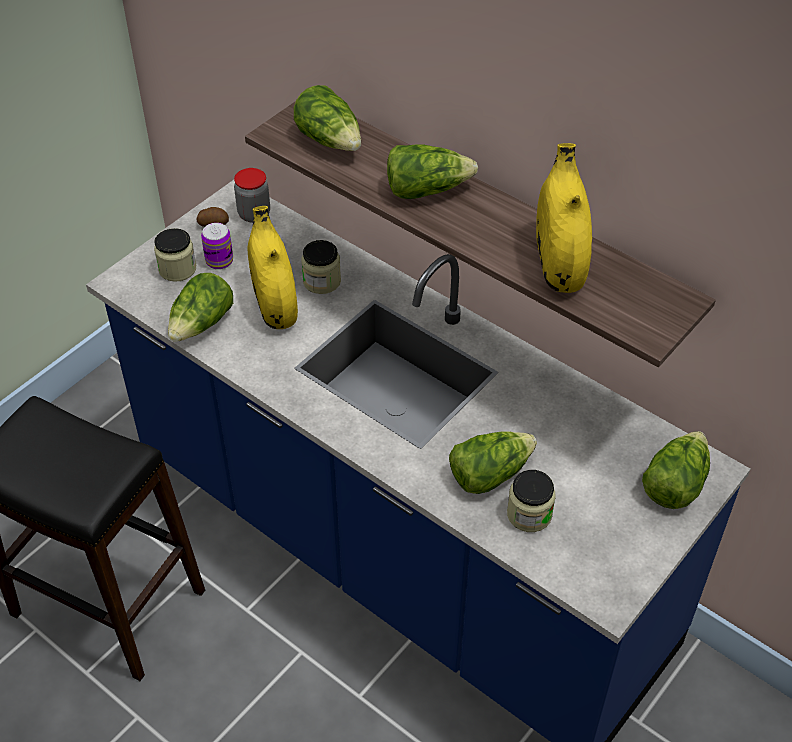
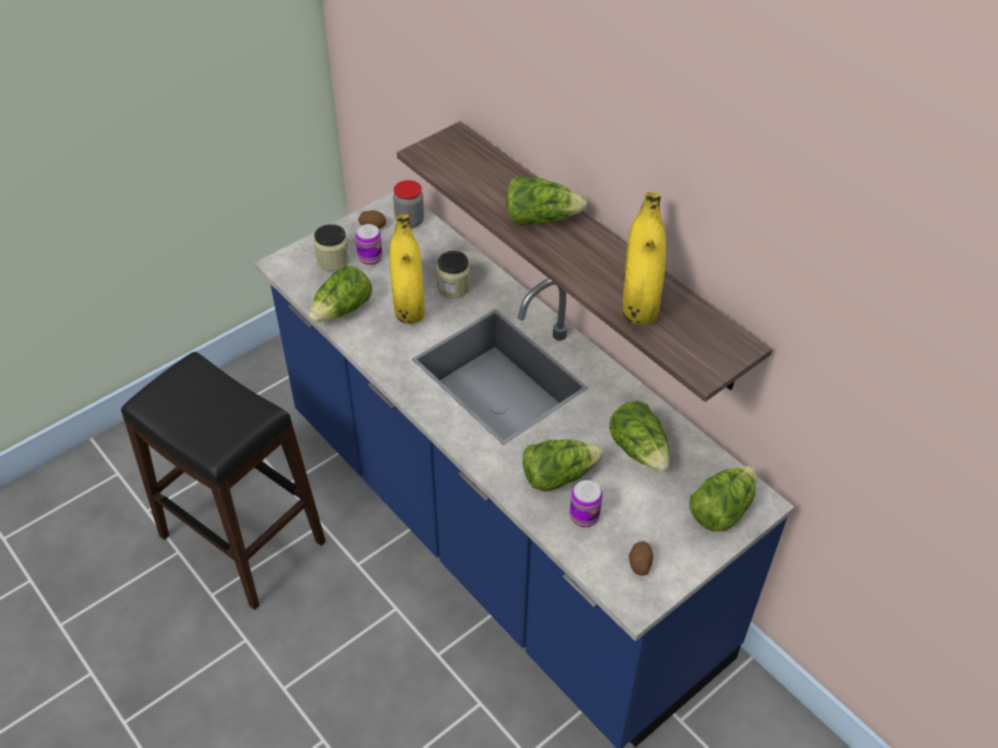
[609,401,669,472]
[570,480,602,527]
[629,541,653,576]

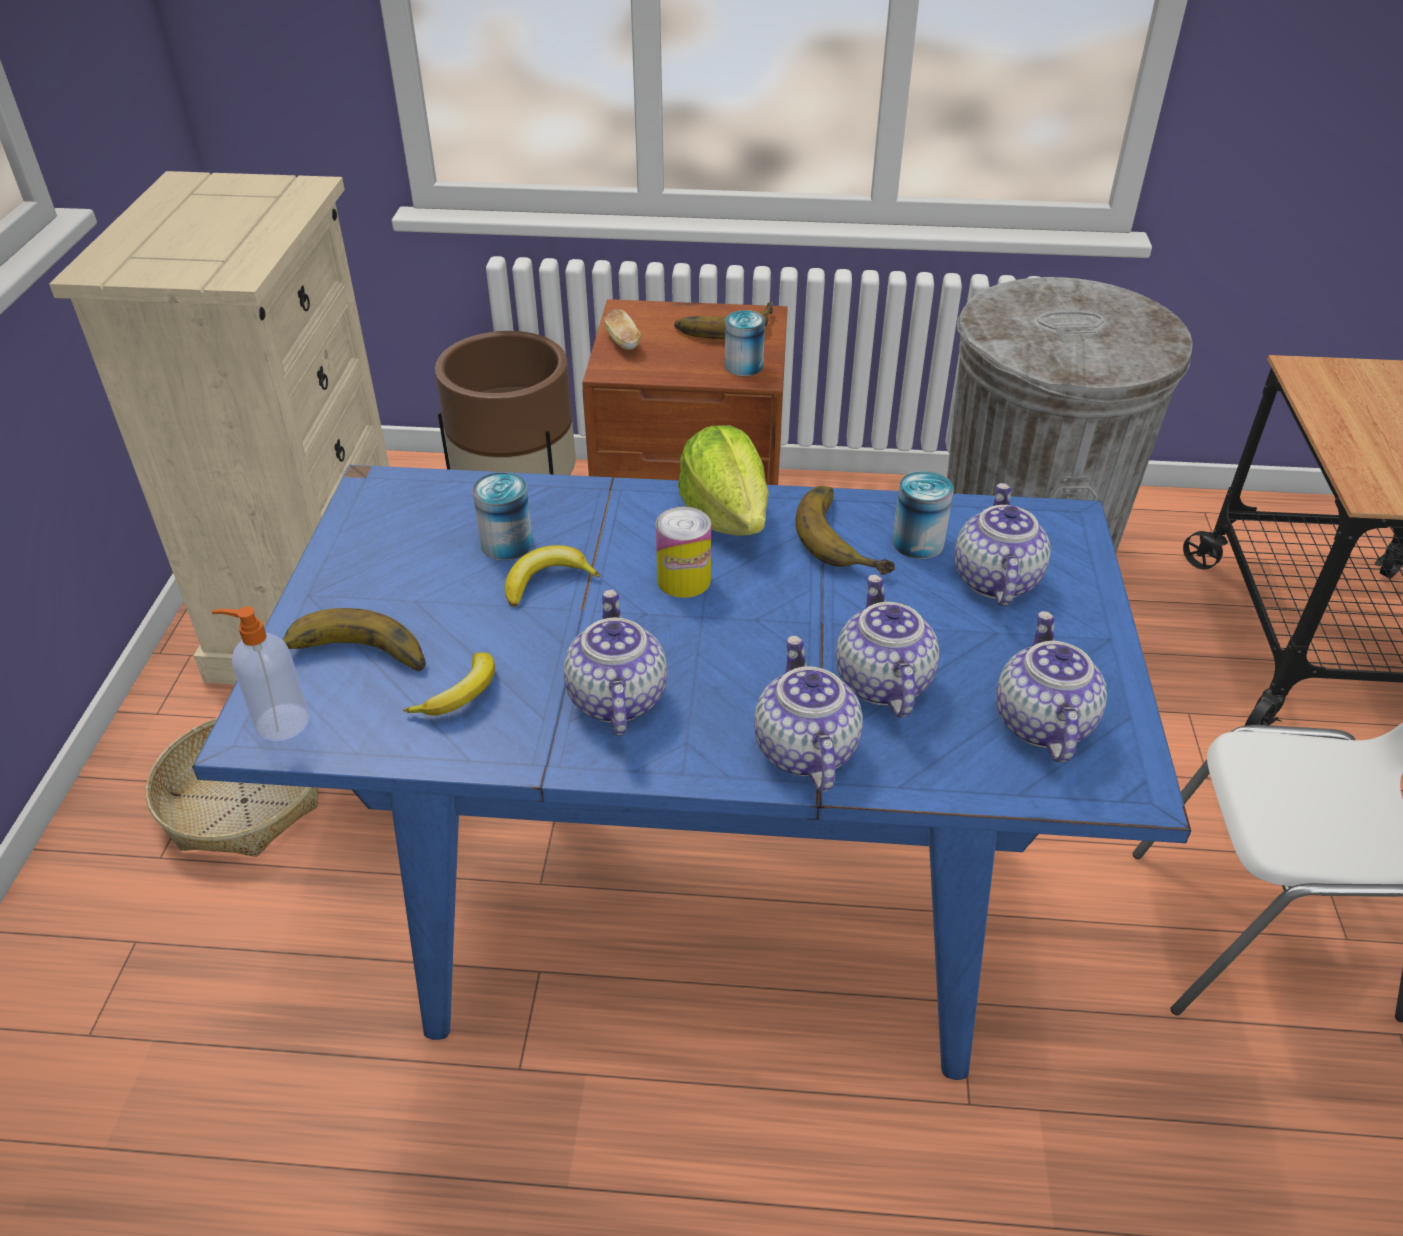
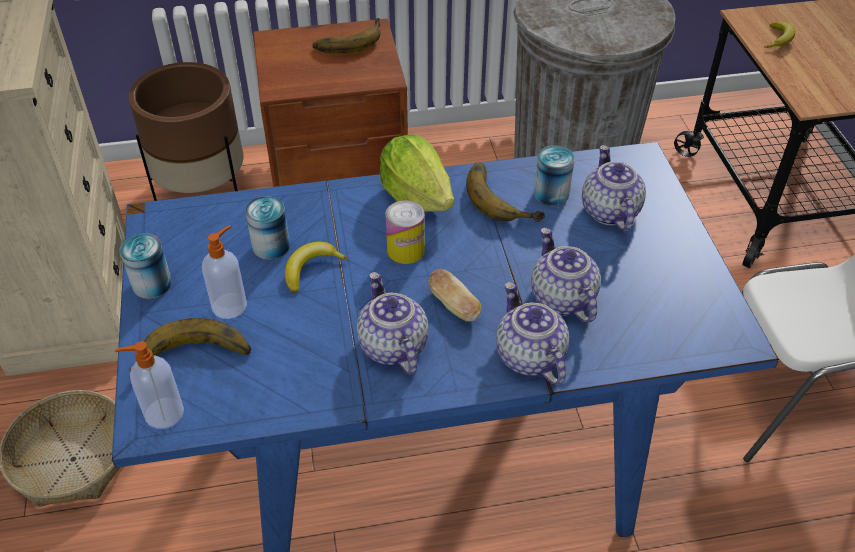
[428,269,481,322]
[120,233,172,299]
[996,611,1107,763] (first image)
[764,21,795,48]
[202,225,247,319]

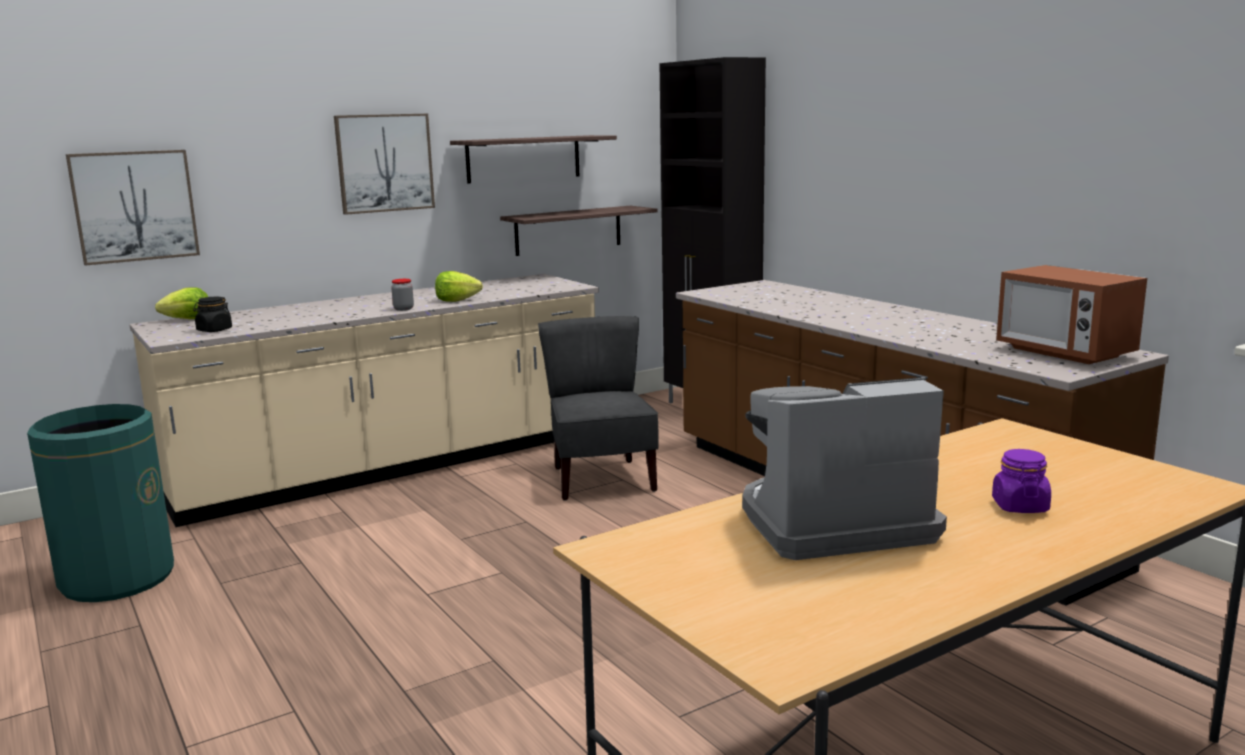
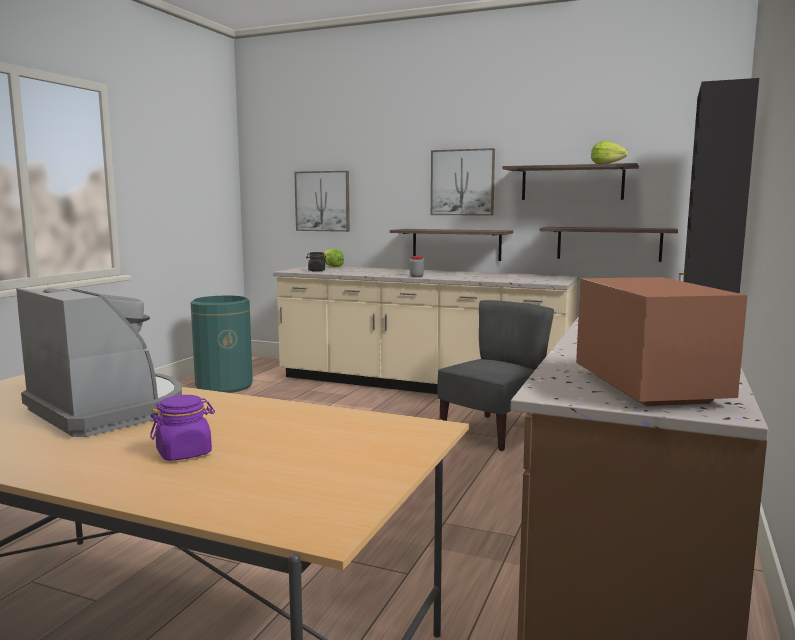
[576,277,748,406]
[591,141,628,164]
[390,229,513,261]

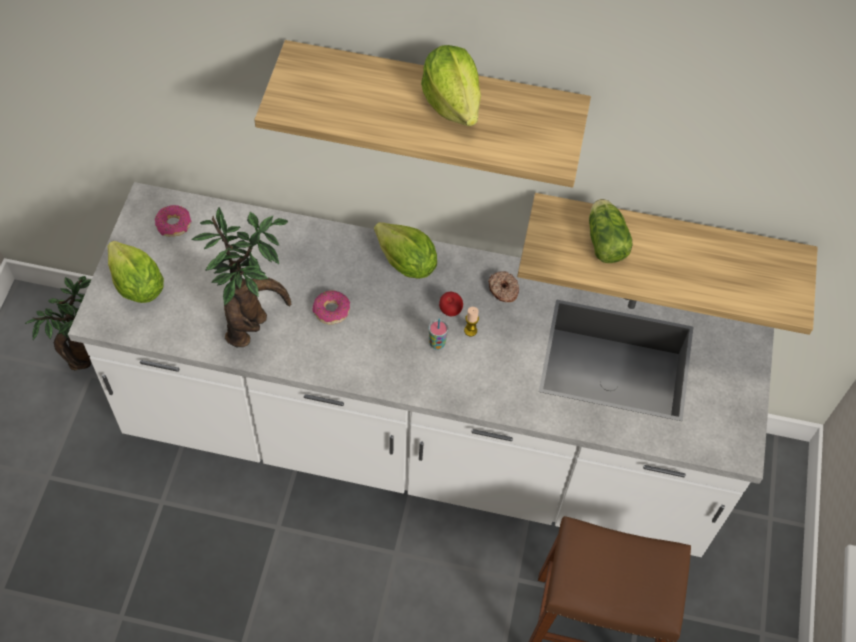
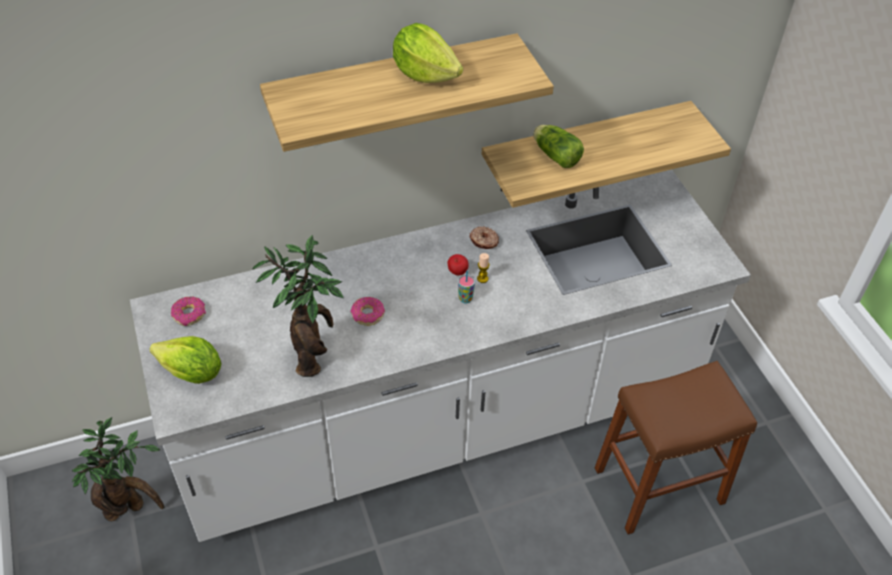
[374,222,437,279] (first image)

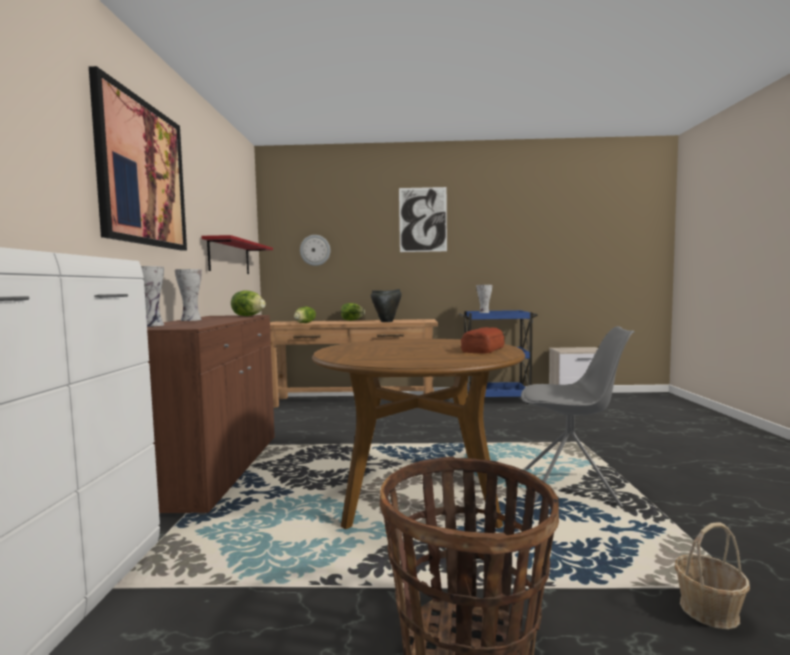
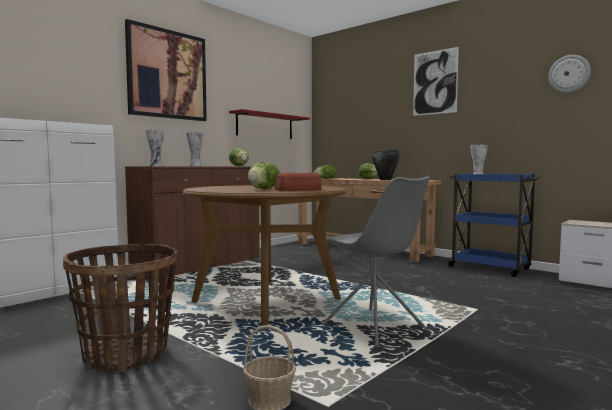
[548,55,591,93]
[248,162,280,189]

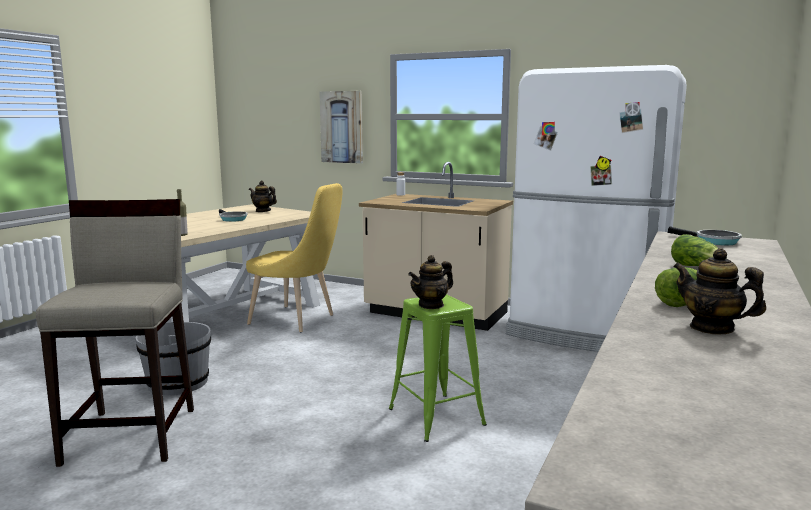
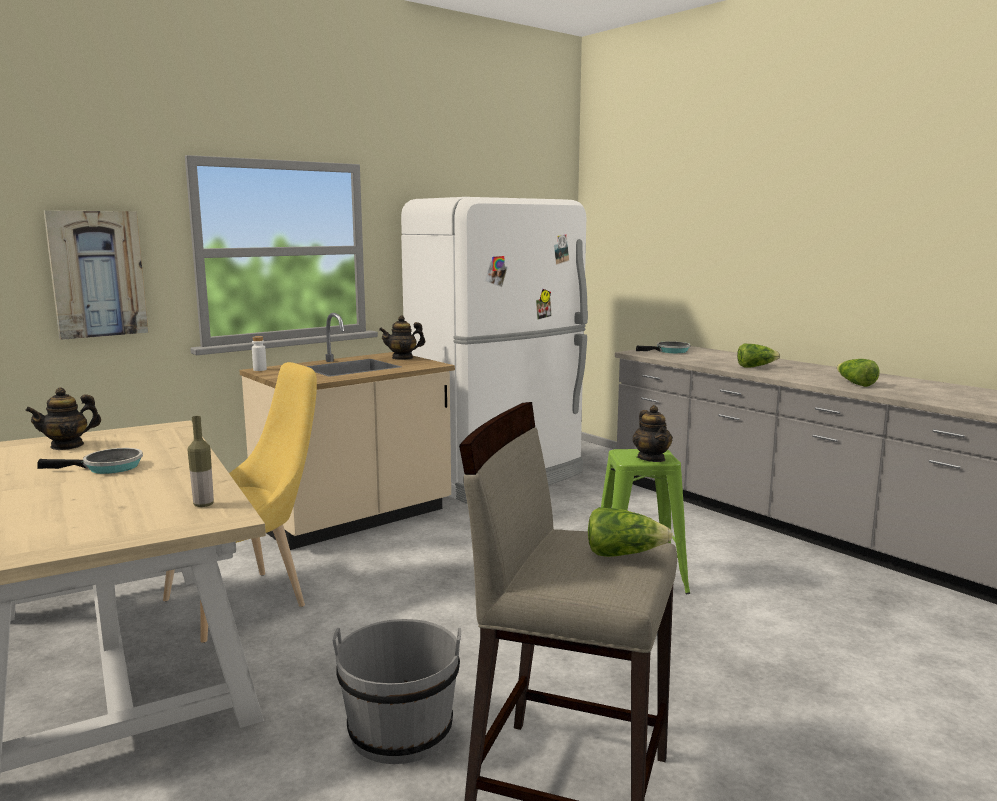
[379,316,425,360]
[588,507,673,557]

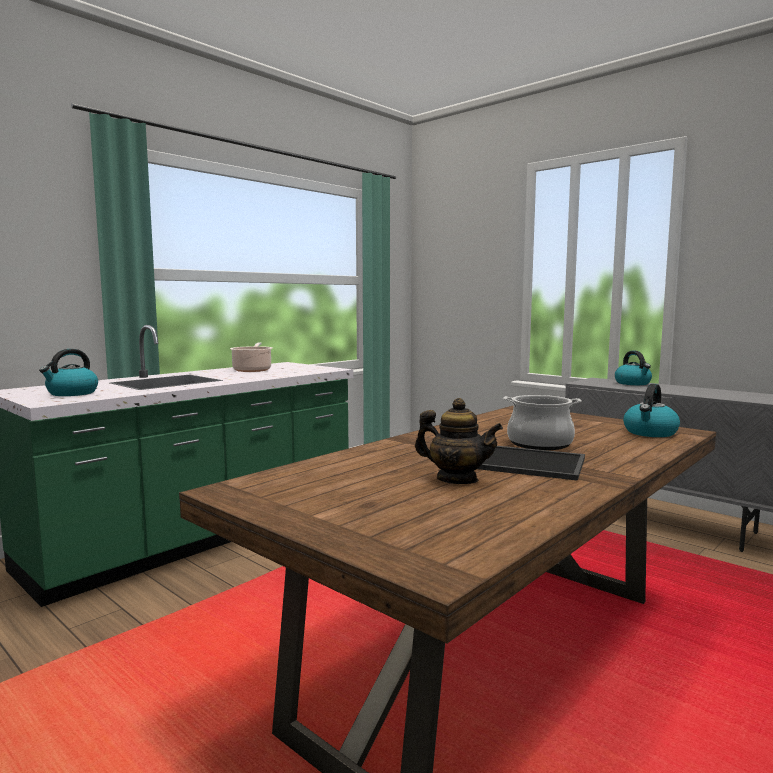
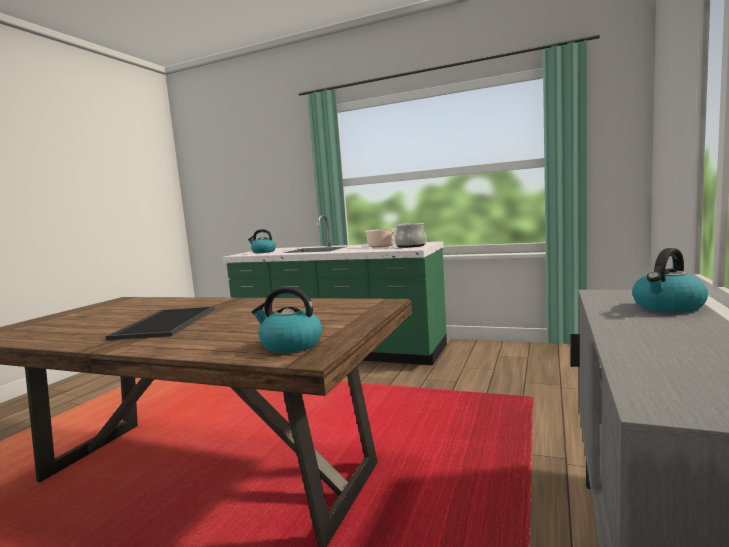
[395,223,427,248]
[415,398,503,484] (first image)

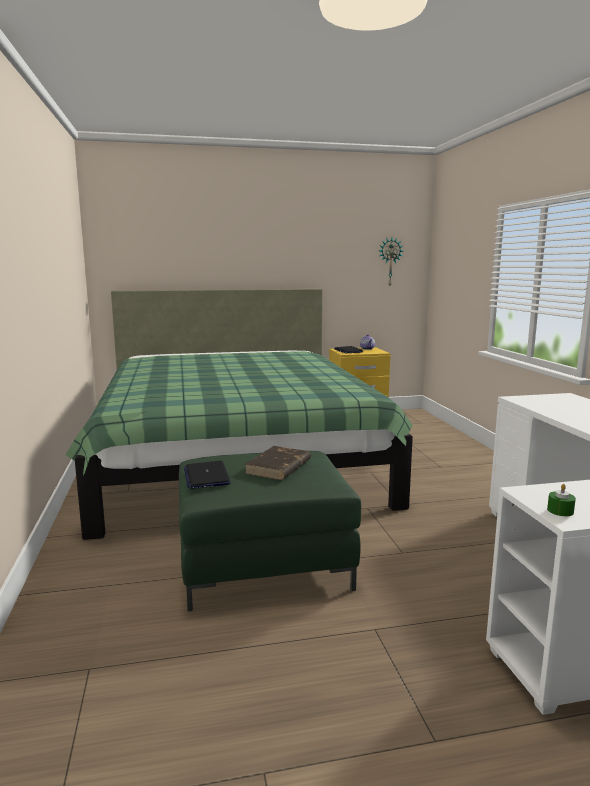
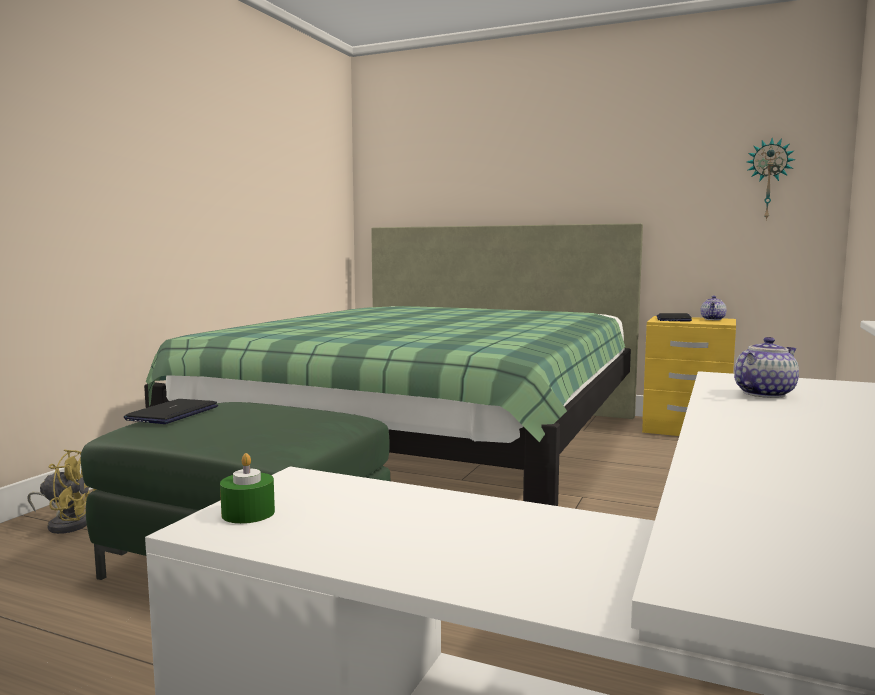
[244,446,311,480] (first image)
[734,337,799,398]
[27,449,97,534]

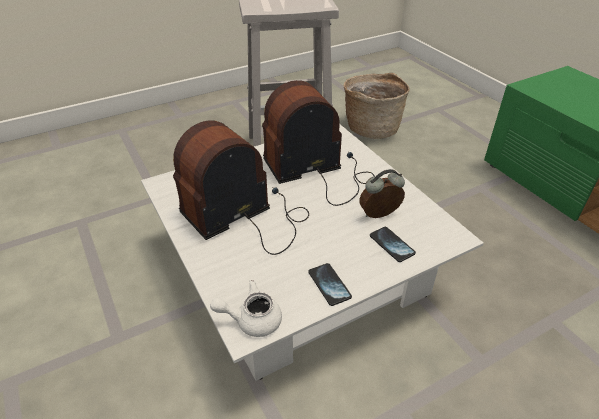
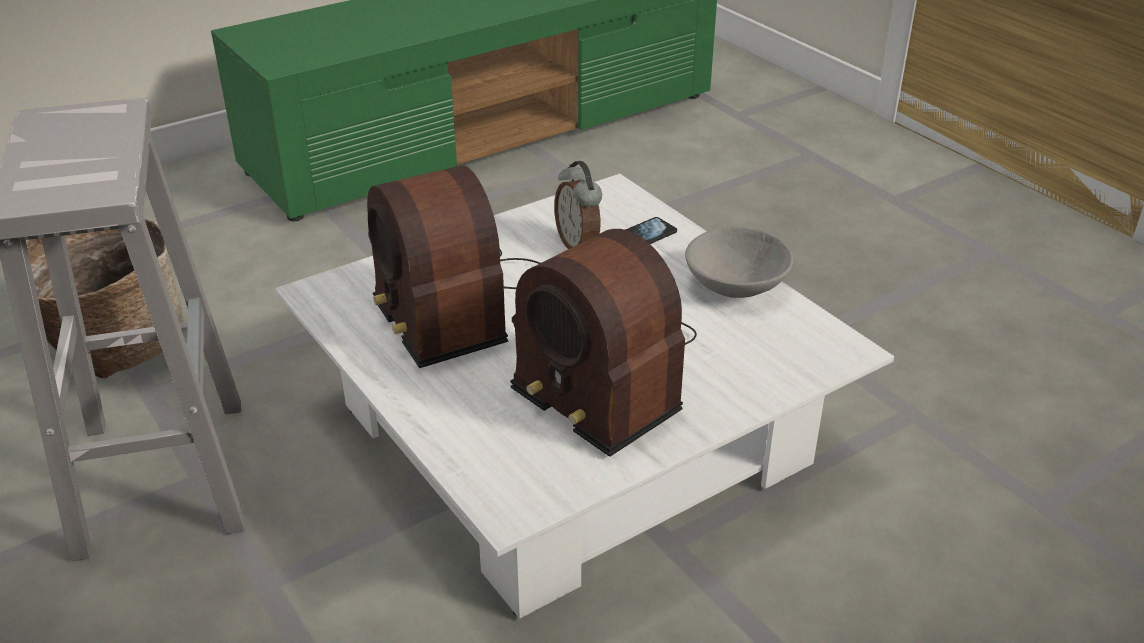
[685,227,793,298]
[210,280,282,337] (first image)

